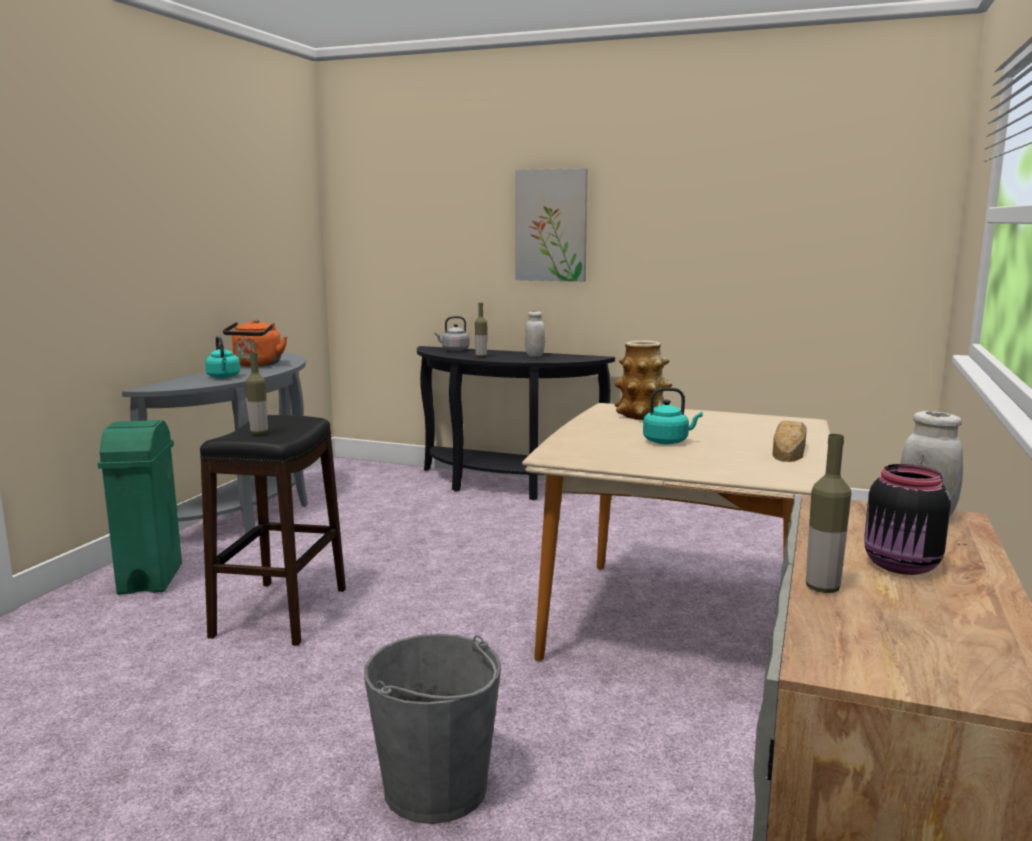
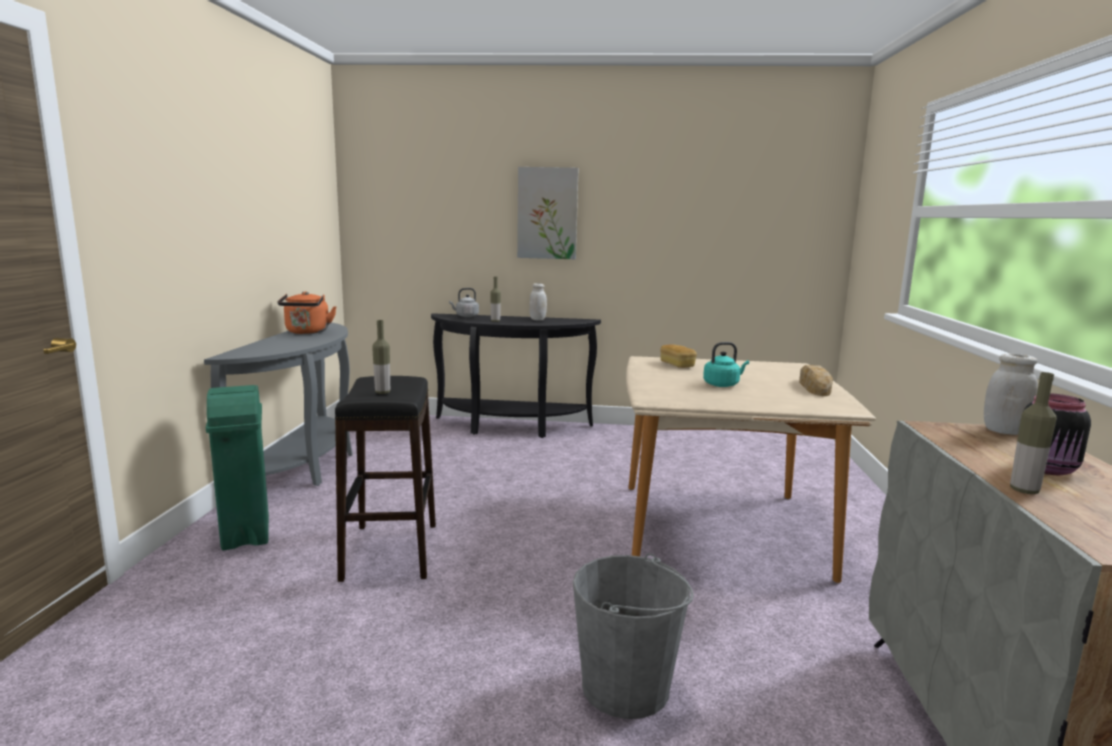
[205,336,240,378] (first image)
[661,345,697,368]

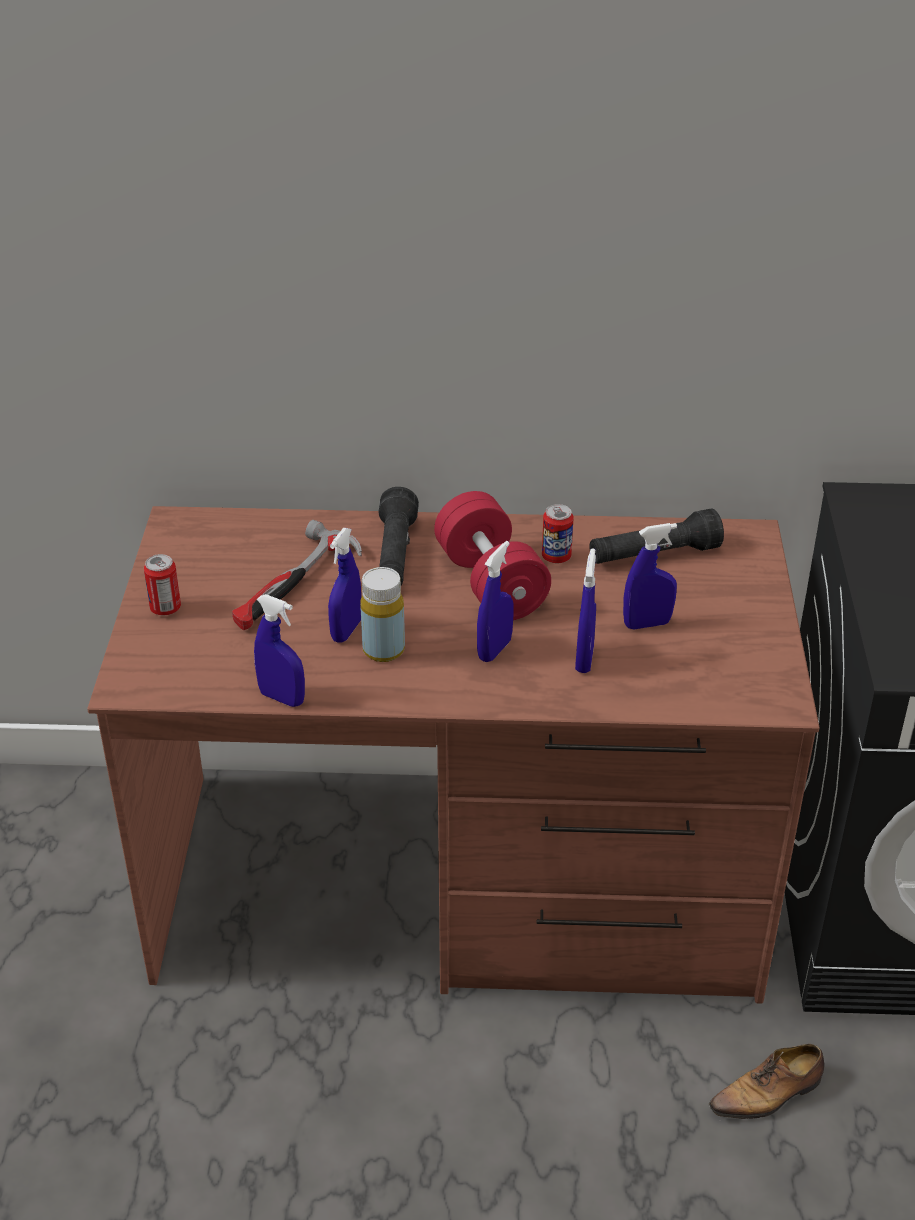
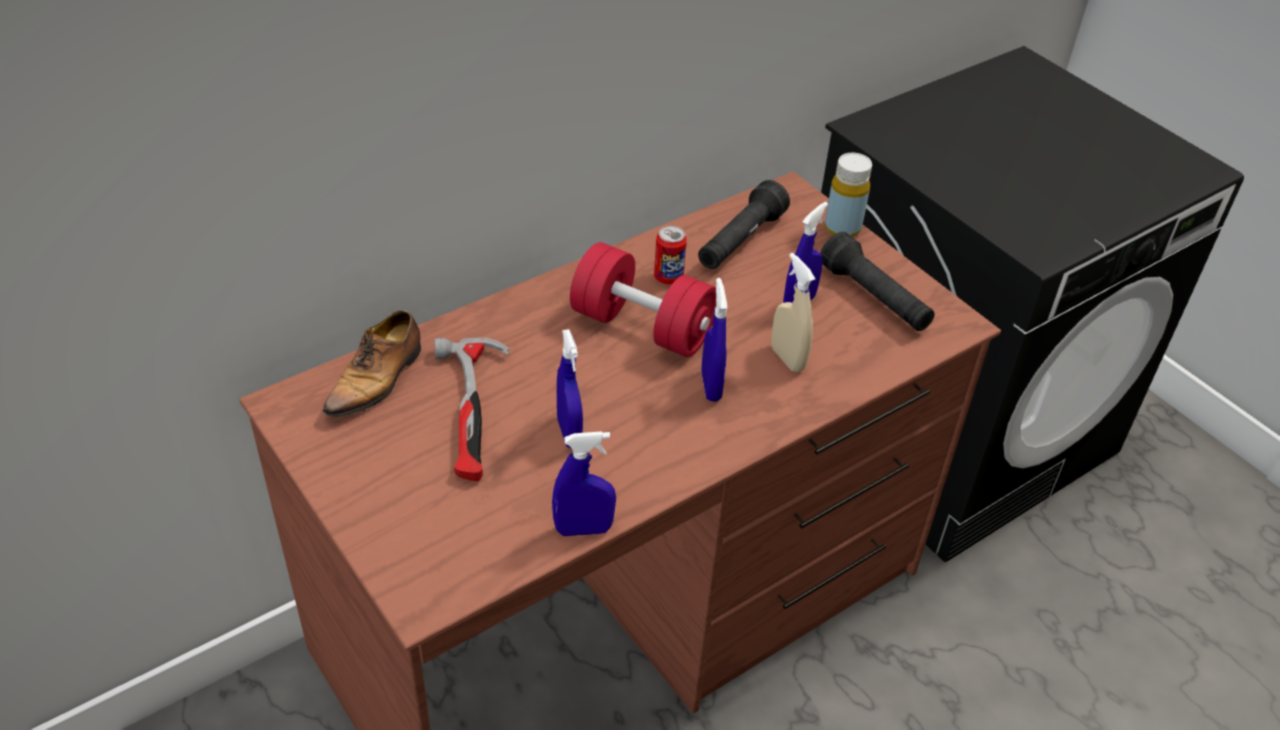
[820,232,934,331]
[771,253,815,372]
[144,554,181,615] (first image)
[825,153,872,237]
[322,310,421,418]

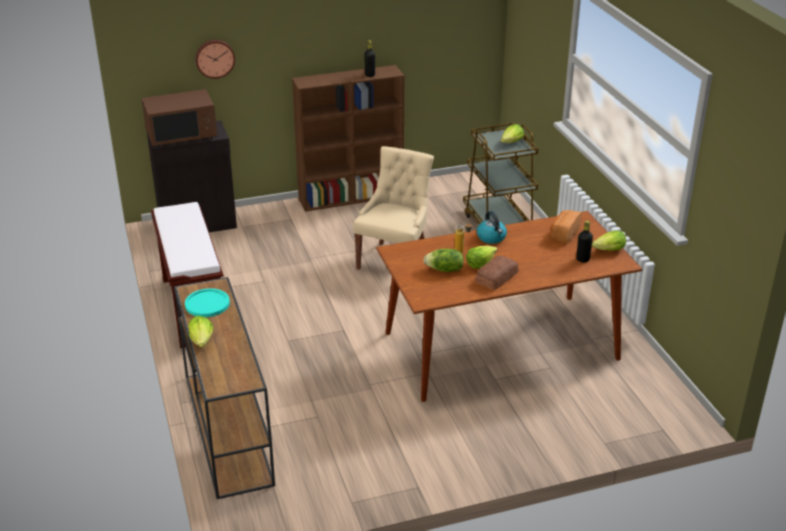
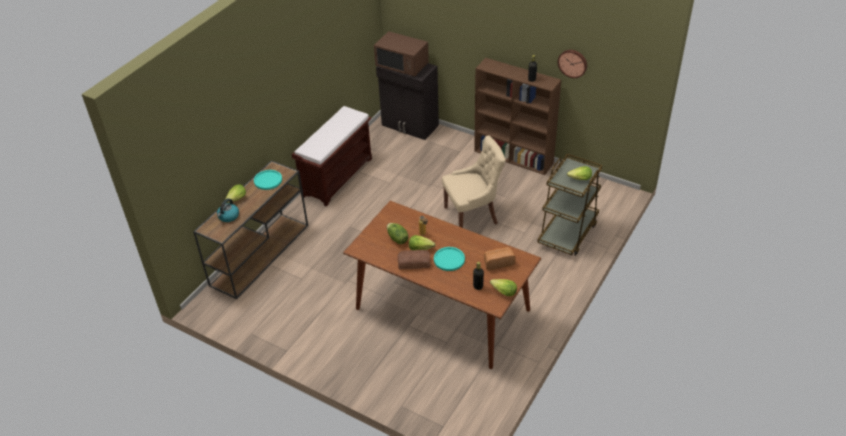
[558,50,587,78]
[217,198,239,222]
[434,247,465,271]

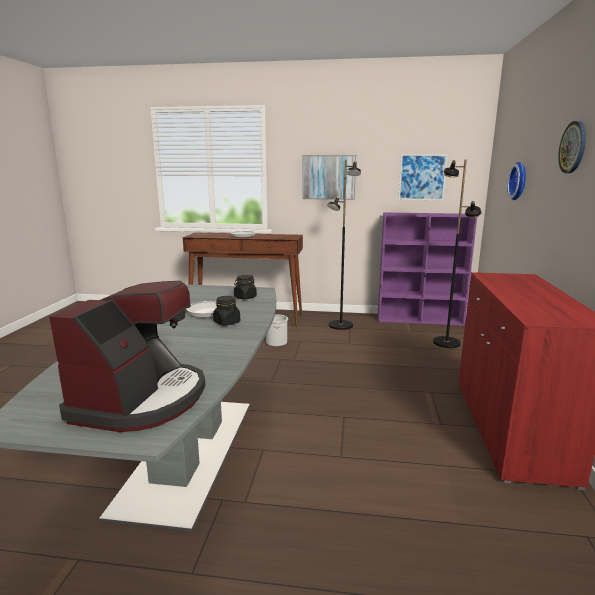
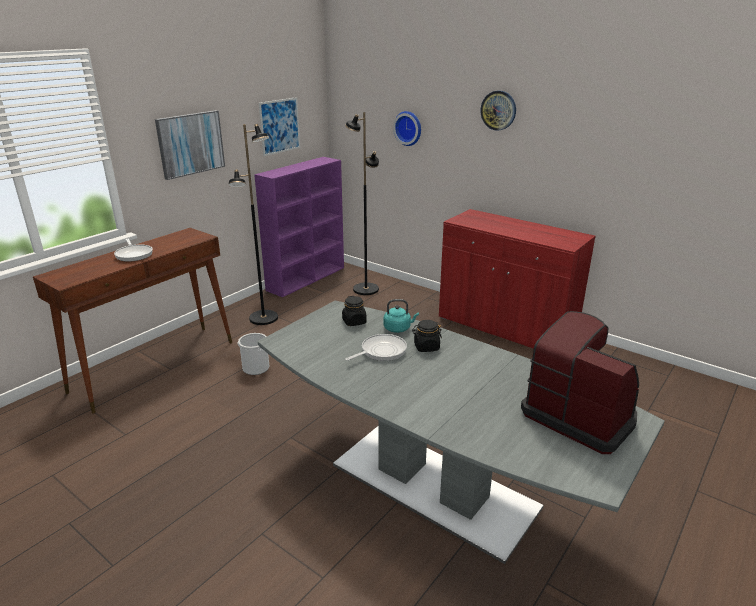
[384,299,419,333]

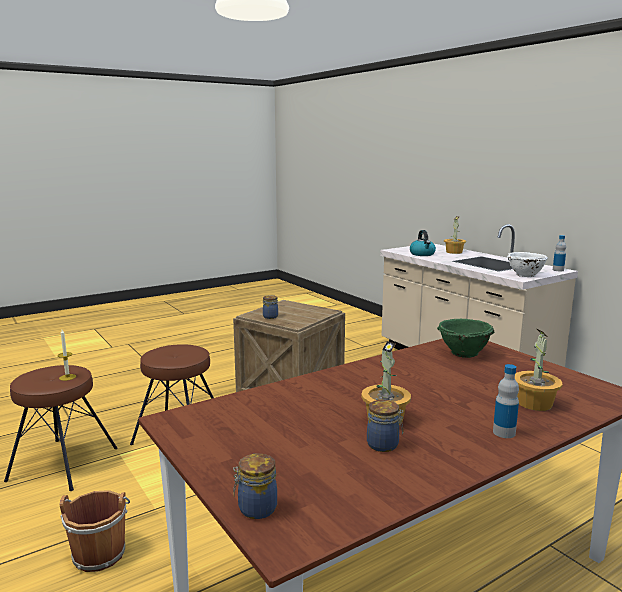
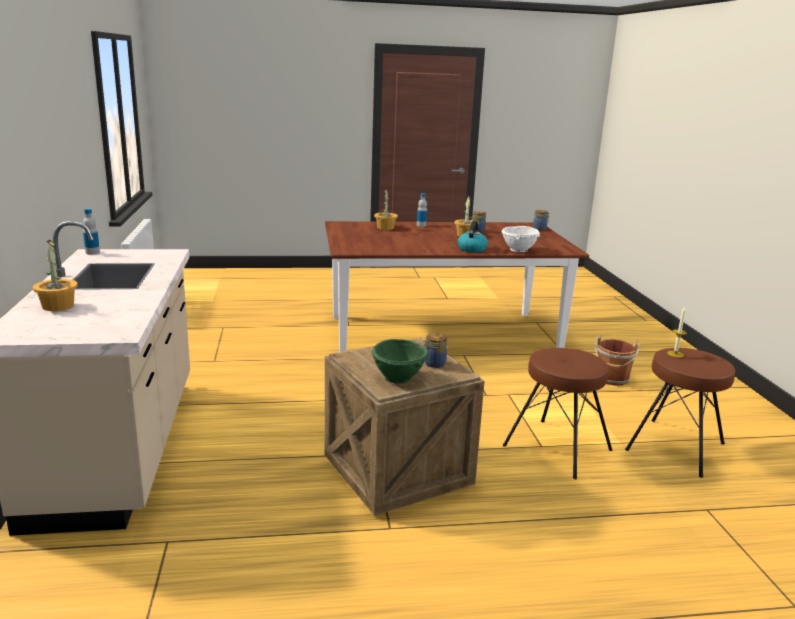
[457,221,488,253]
[501,226,540,252]
[371,339,428,384]

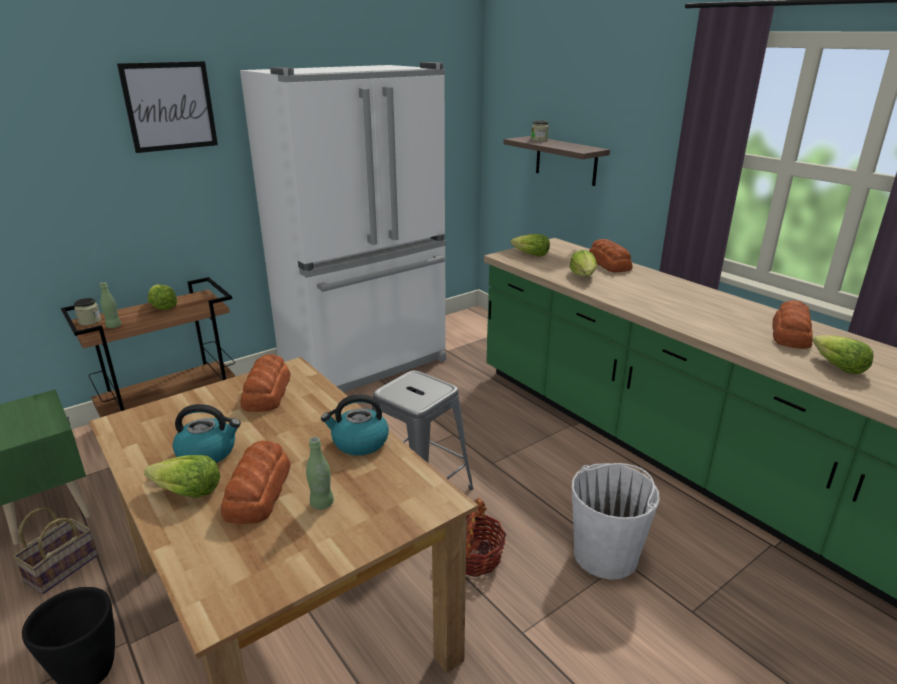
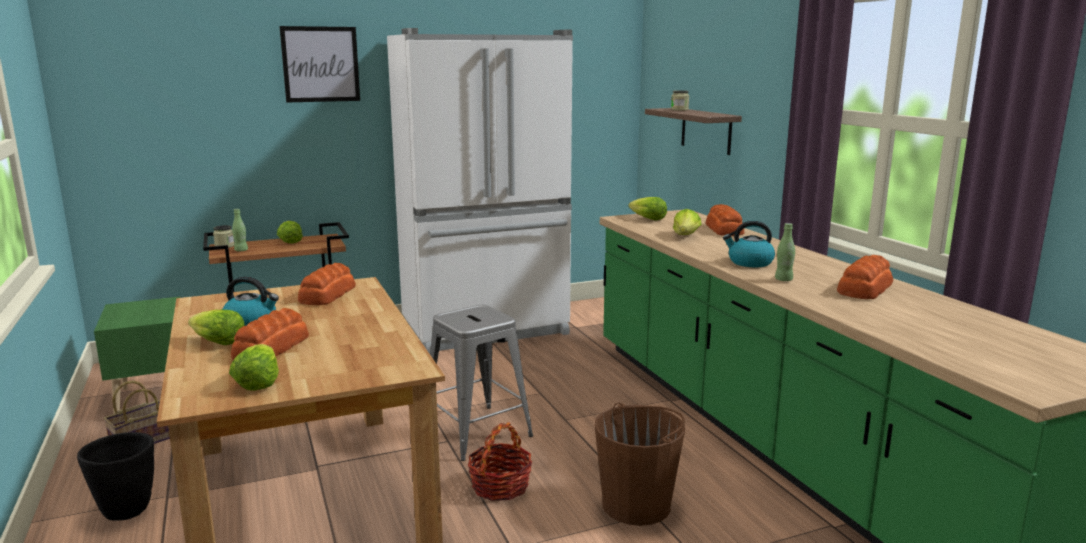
[229,344,279,391]
[723,221,775,267]
[775,223,795,281]
[594,402,685,526]

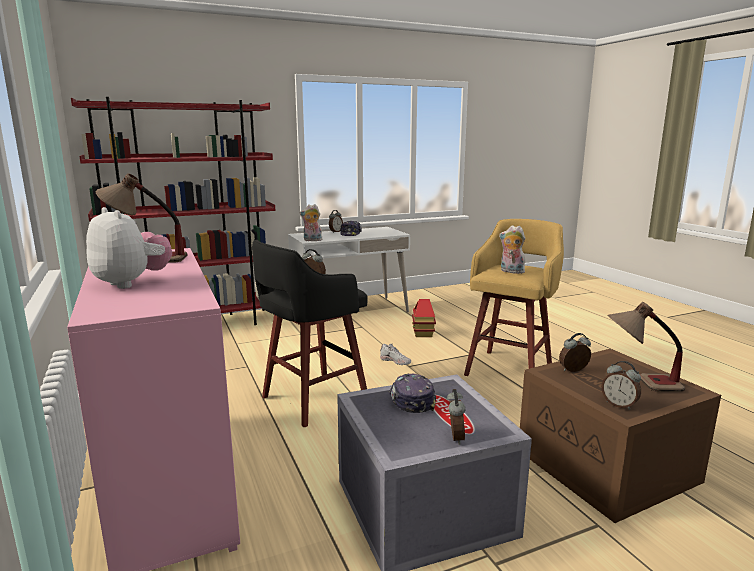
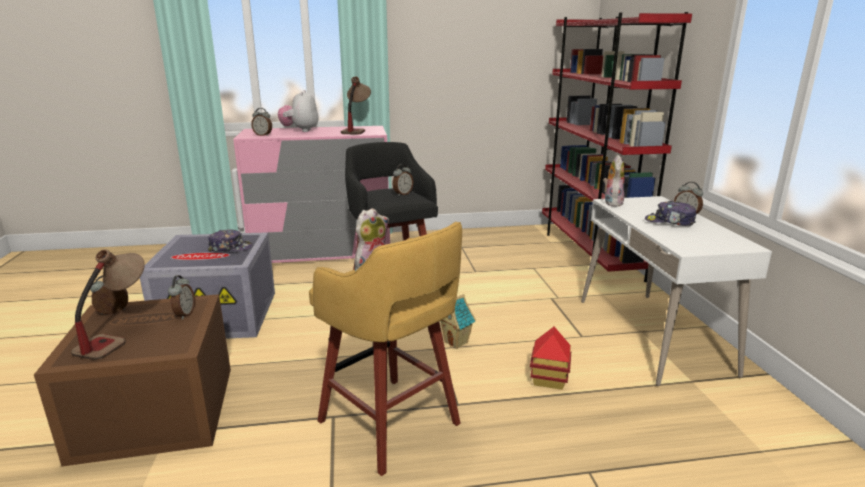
[278,90,319,132]
[441,294,476,349]
[251,108,272,136]

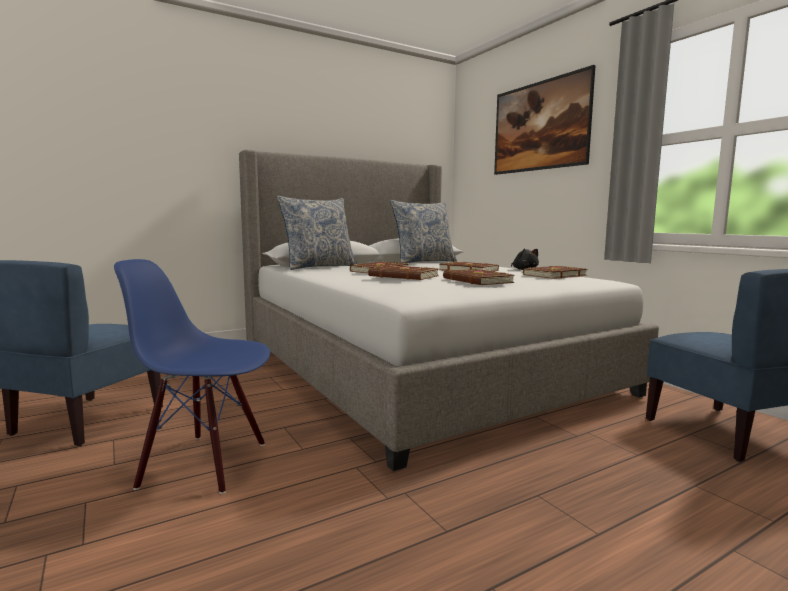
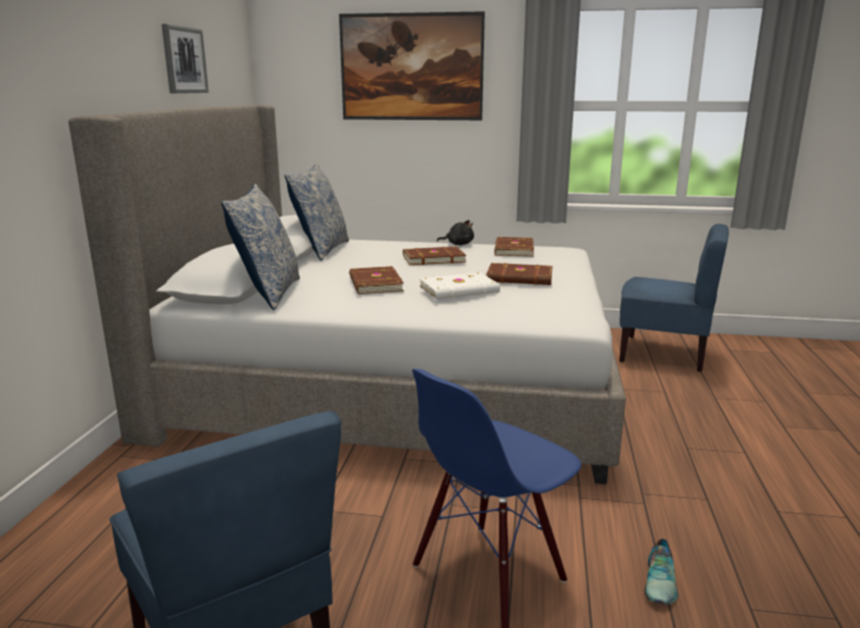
[419,272,500,299]
[162,24,209,93]
[645,539,678,605]

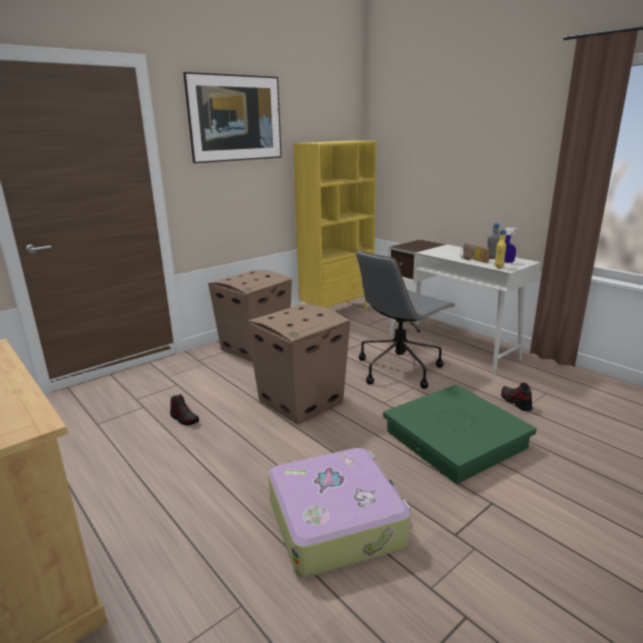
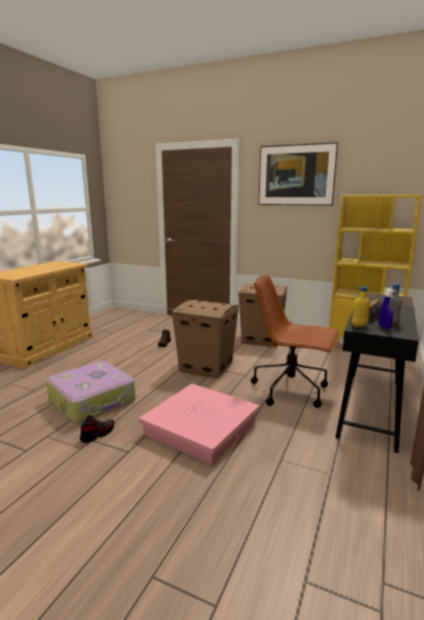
[336,293,419,453]
[251,275,339,408]
[80,415,114,443]
[139,384,259,465]

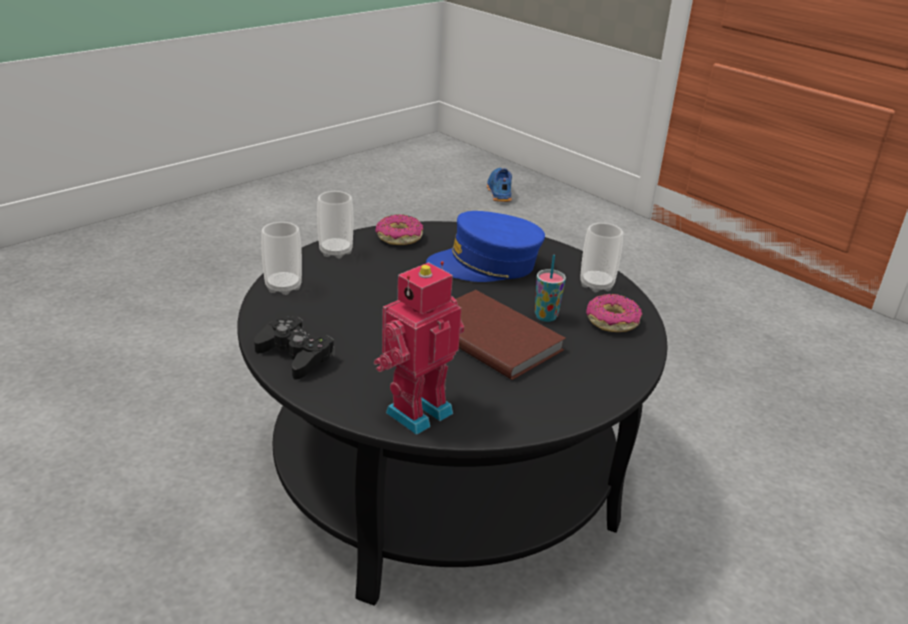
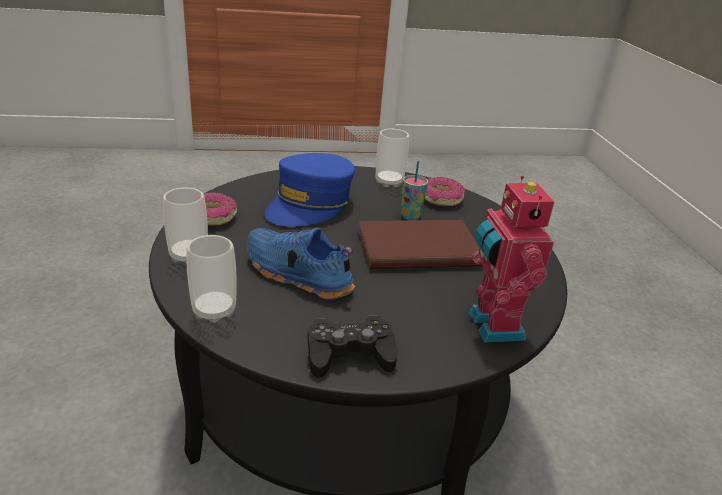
[247,228,355,299]

